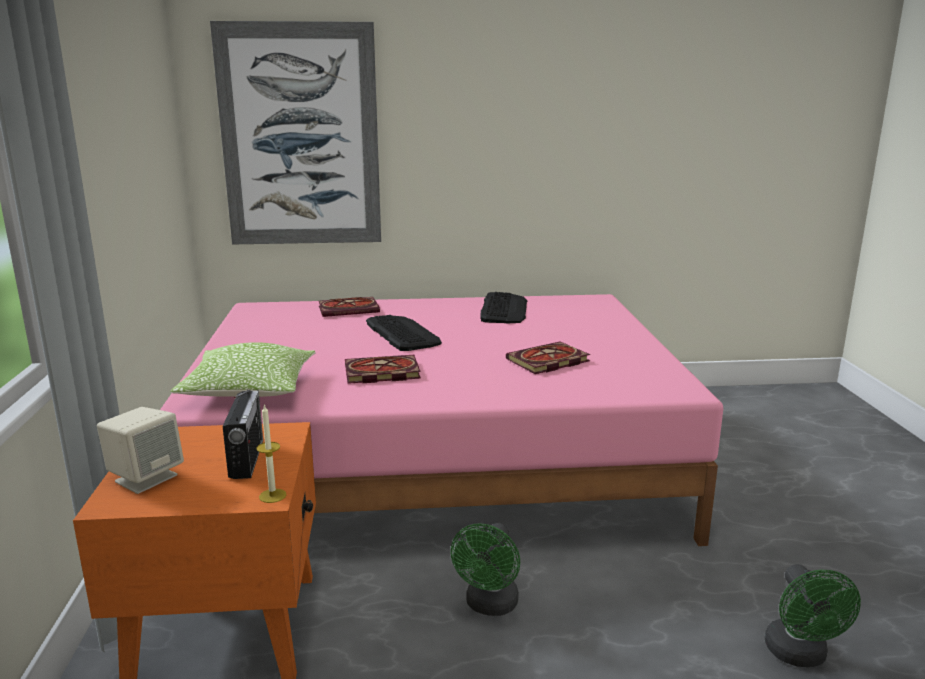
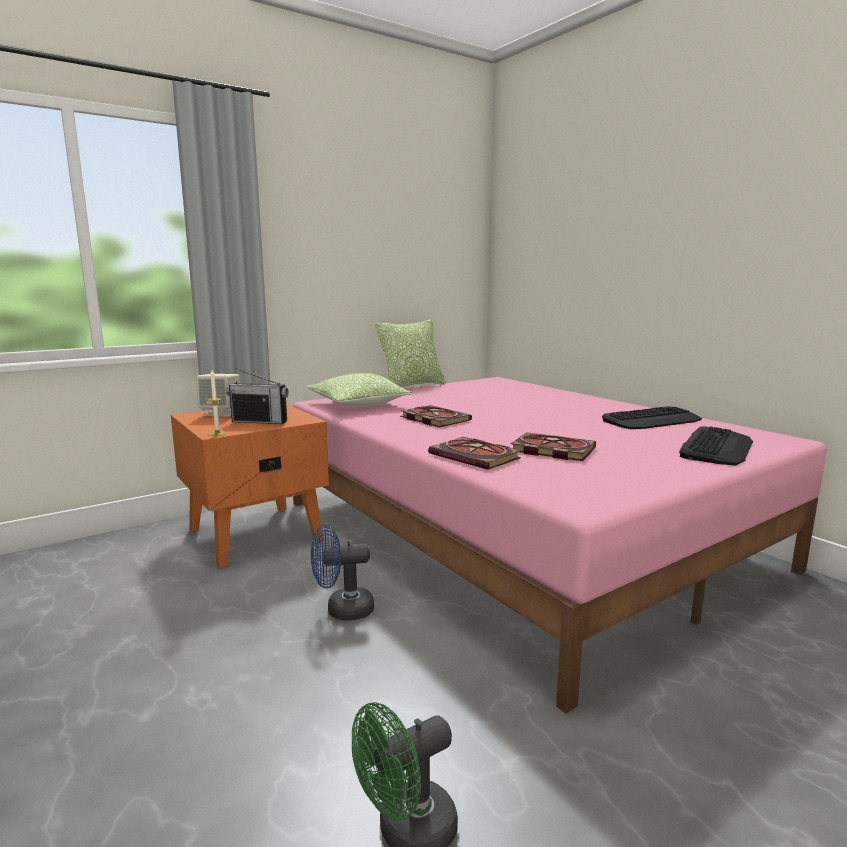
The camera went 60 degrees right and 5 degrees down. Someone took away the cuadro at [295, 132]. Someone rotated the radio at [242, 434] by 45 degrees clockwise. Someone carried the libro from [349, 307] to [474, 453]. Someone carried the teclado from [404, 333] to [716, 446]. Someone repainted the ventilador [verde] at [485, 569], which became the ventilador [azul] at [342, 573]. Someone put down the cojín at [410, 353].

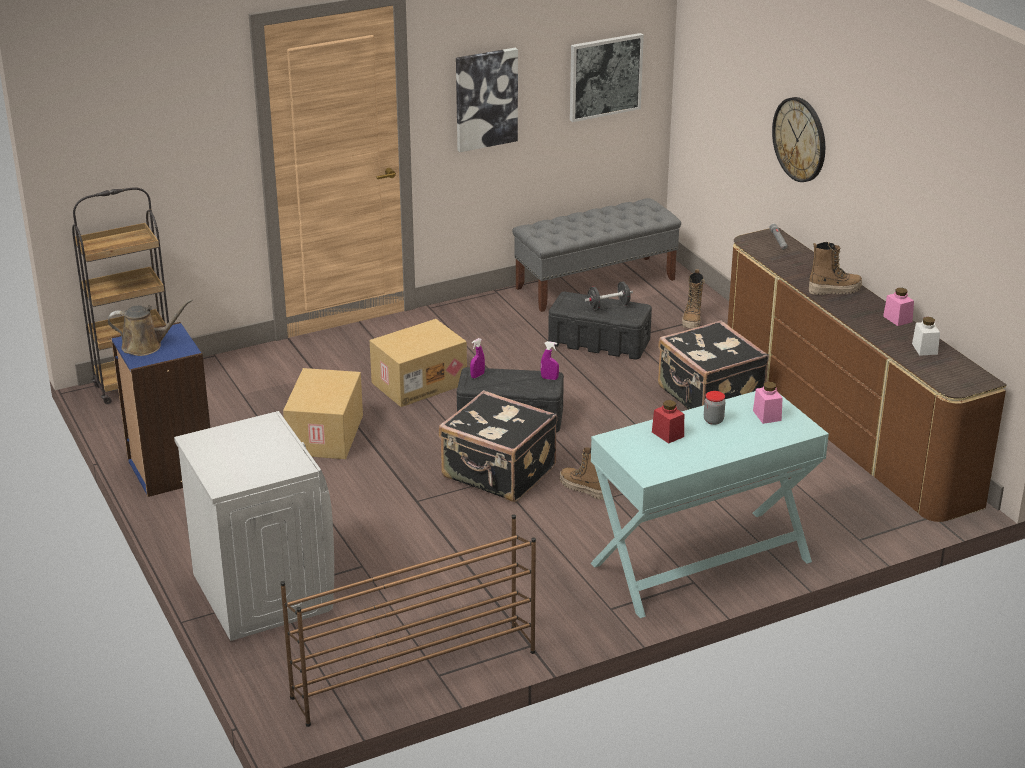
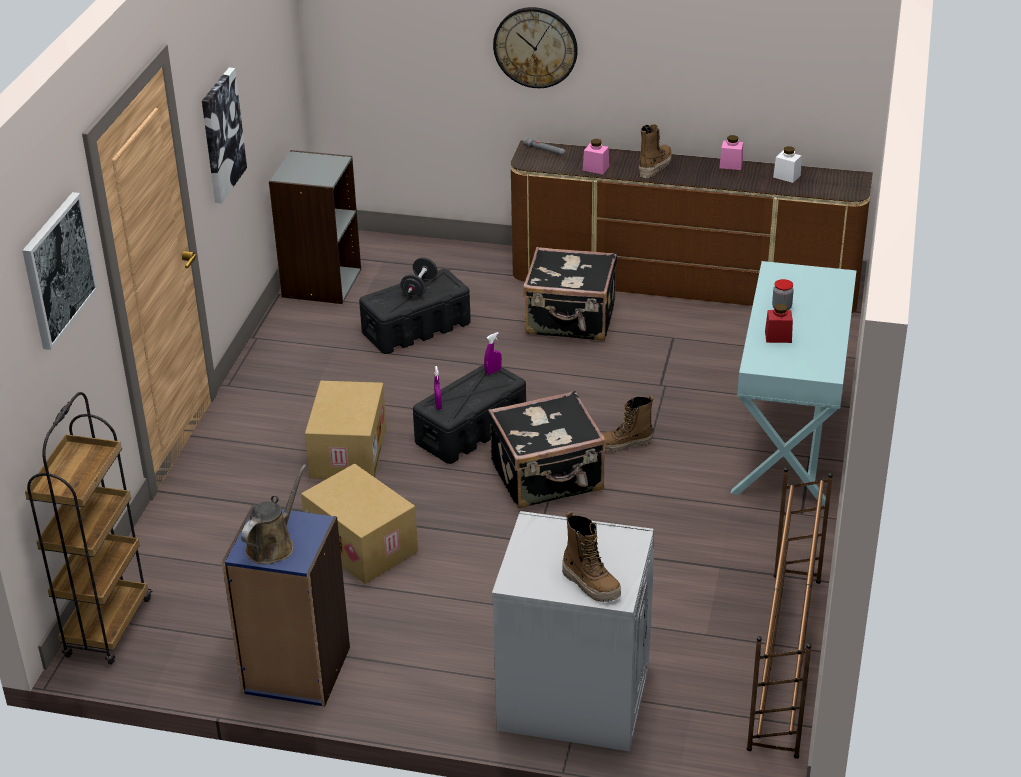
The camera went 50 degrees left and 5 degrees up. Someone swapped the banco [gris] at [596, 255] for the estantería [gris] at [315, 227]. Someone carried the cuadro from [607, 77] to [60, 271]. Someone carried the bota from [693, 299] to [591, 556]. Someone carried the tarro [rosa] from [768, 403] to [596, 156].

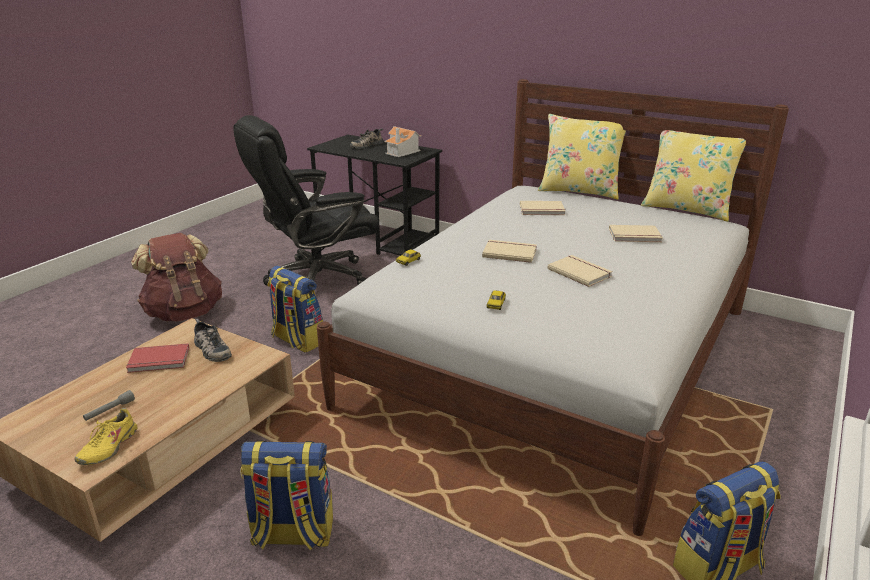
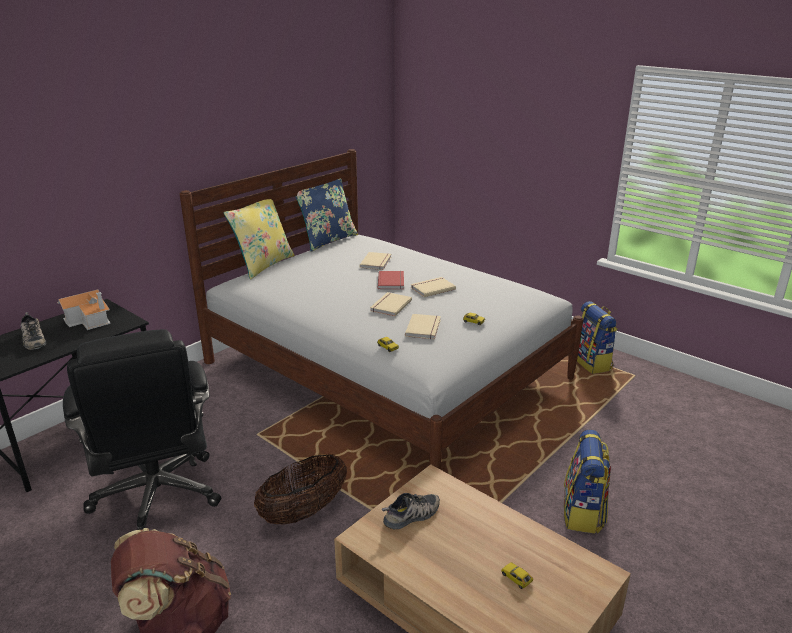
The camera went 80 degrees left and 0 degrees up. Someone took away the zapato [amarillo] at [106, 436]. Someone swapped the linterna [gris] at [109, 405] for the coche de juguete at [517, 575]. Someone carried the libro [rojo] from [157, 358] to [391, 280]. Someone swapped the mochila at [295, 309] for the cesta at [300, 489]. Someone carried the libro [beis] from [542, 208] to [423, 326]. Someone repainted the cojín [amarillo] at [693, 176], which became the cojín [azul] at [326, 215].

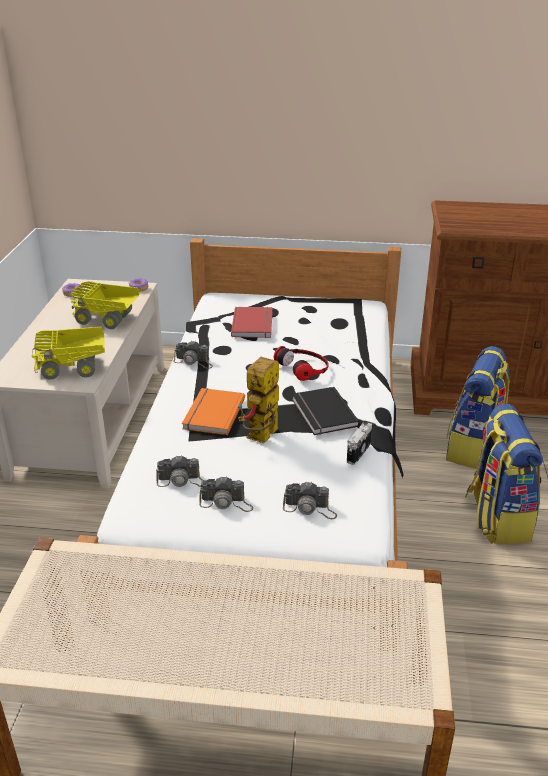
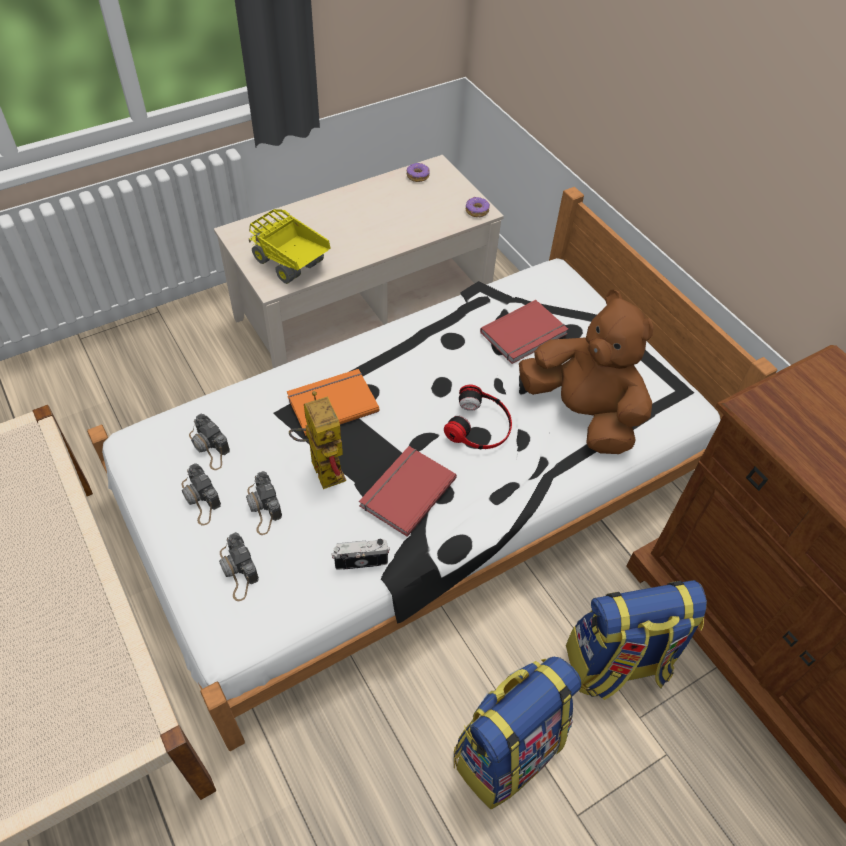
The camera went 50 degrees right and 20 degrees up. Someone took away the camión de juguete at [105, 305]. Someone carried the cámara from [193, 355] to [264, 503]. Someone rotated the robot de juguete at [258, 400] by 75 degrees clockwise. Someone repainted the libro [negro] at [325, 411], which became the libro [rojo] at [408, 491]. Someone put down the peluche [marrón] at [586, 372].

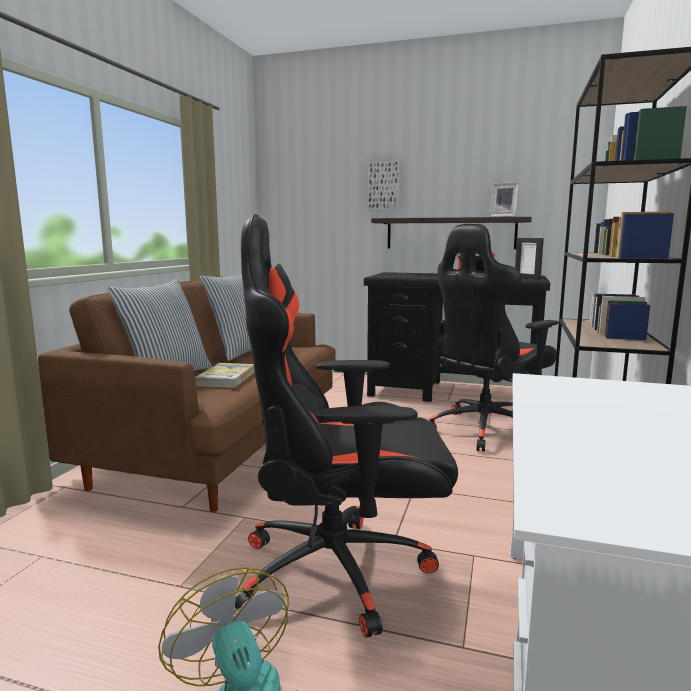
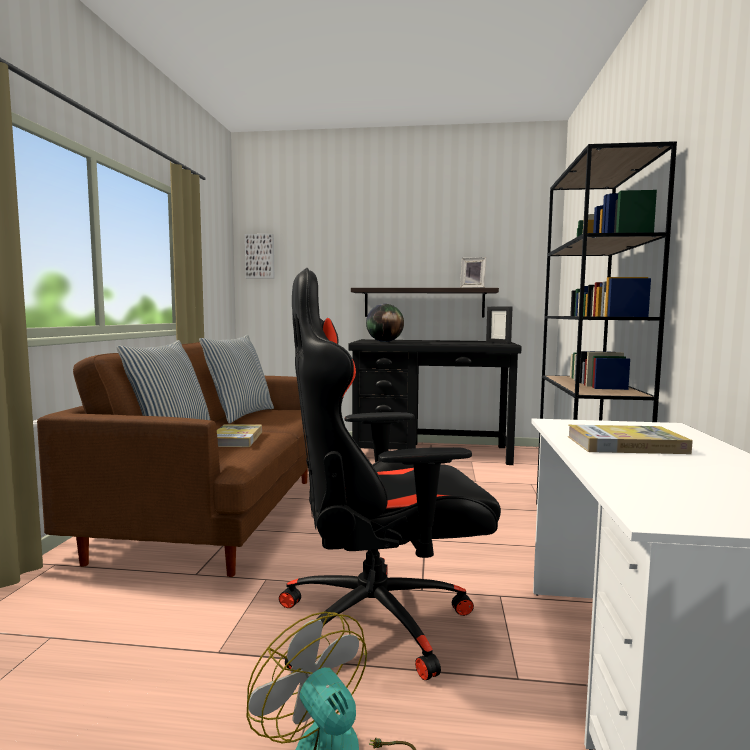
The camera went 10 degrees left and 5 degrees down. Someone carried the cuadro from [384, 185] to [259, 256]. Someone took away the silla de oficina [negro] at [494, 337]. Someone put down the globo terráqueo at [385, 323]. Someone put down the libro at [630, 439].

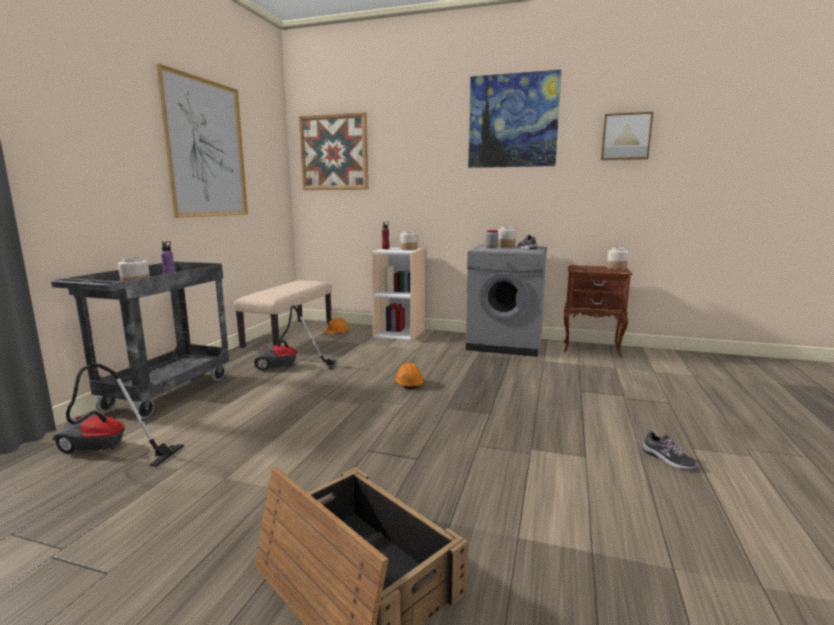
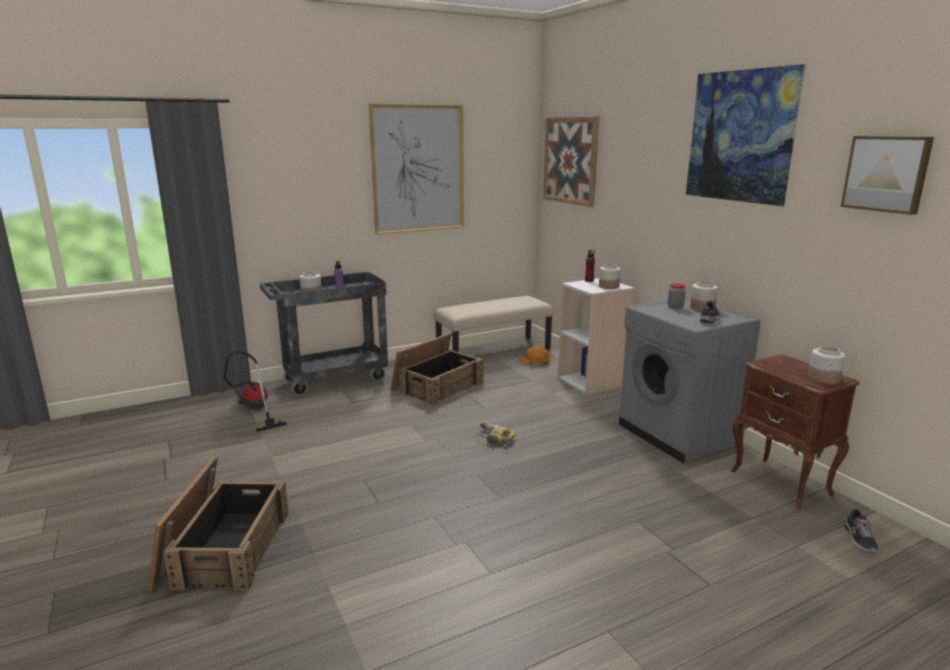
The camera went 45 degrees right and 5 degrees up. Someone swapped the aspiradora at [295, 338] for the caja de embalaje at [437, 369]. Someone swapped the casco [naranja] at [409, 376] for the taladro at [495, 434]. Someone carried the zapato from [670, 449] to [861, 529].

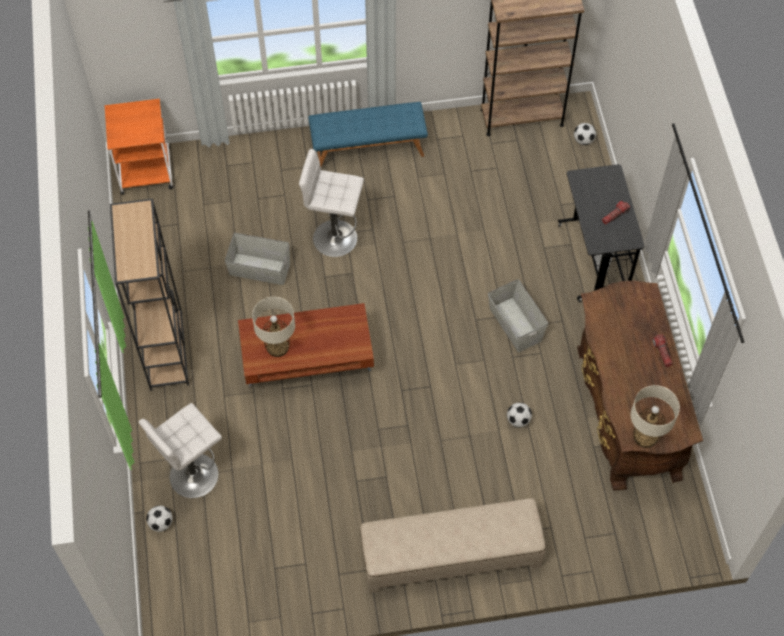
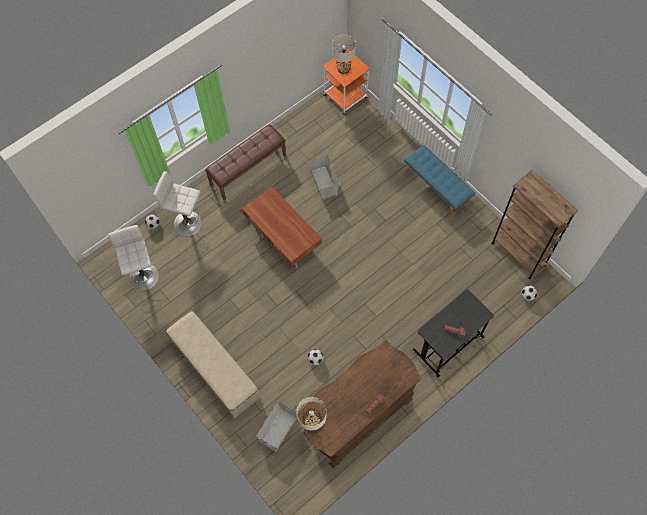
The camera went 60 degrees right and 5 degrees up. Someone swapped the estantería at [149, 294] for the banco [marrón] at [245, 162]. Someone carried the lámpara de mesa from [273, 327] to [344, 54]. Someone carried the taburete [blanco] from [331, 203] to [133, 257]. Someone carried the caja de almacenaje [gris] from [518, 315] to [276, 427].

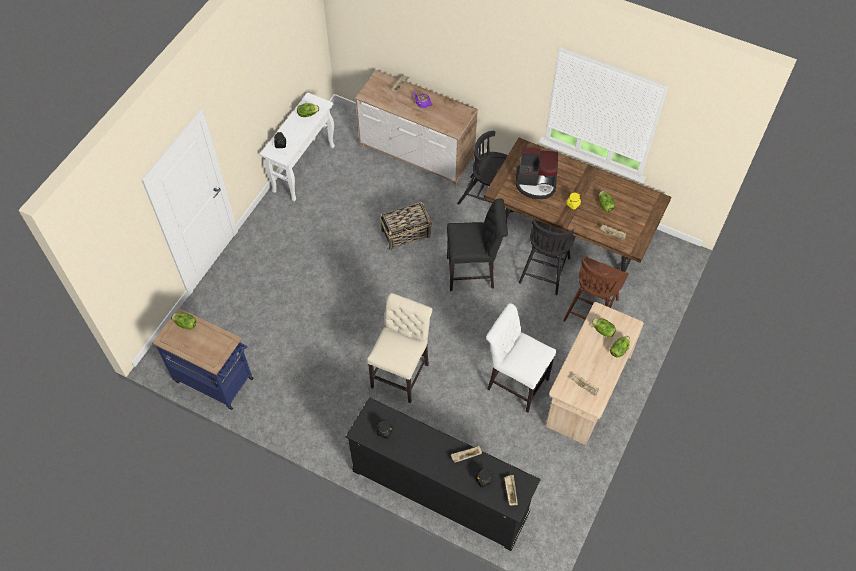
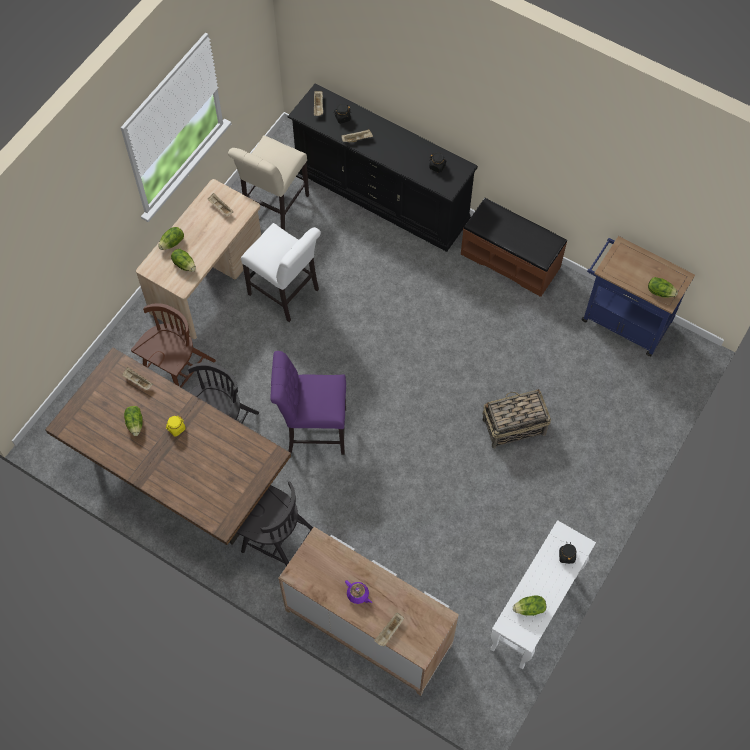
The camera went 175 degrees left and 5 degrees up. Someone carried the taburete [beis] from [400, 348] to [268, 182]. Someone carried the cesta from [406, 226] to [516, 418]. Someone repainted the taburete [negro] at [477, 244], which became the taburete [morado] at [308, 403]. Someone took away the cafetera at [537, 173]. Someone put down the banco [marrón] at [514, 247].

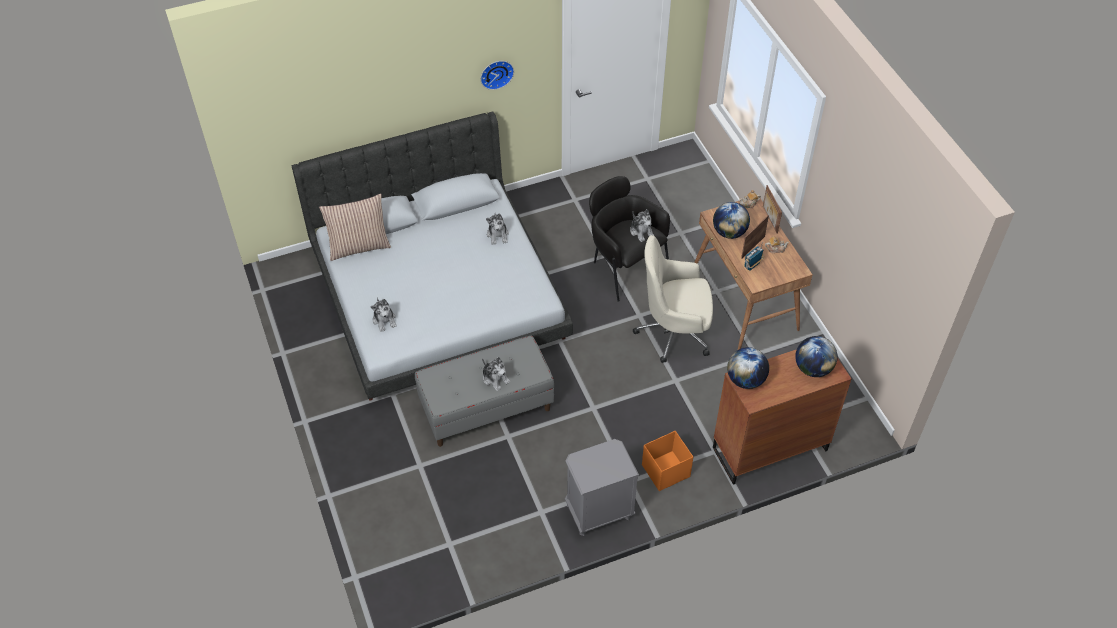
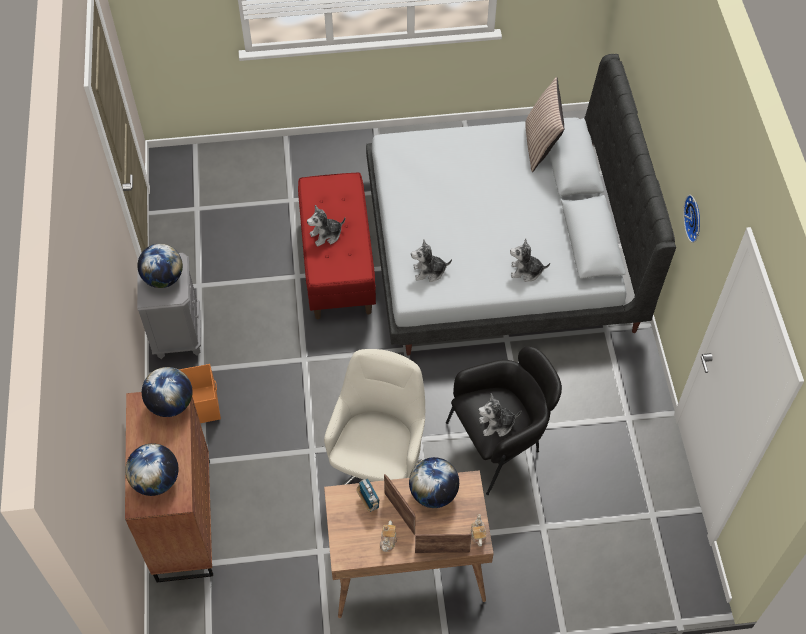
The camera went 105 degrees right and 5 degrees up. Someone carried the peluche from [383, 314] to [431, 261]. Someone repainted the banco [gris] at [484, 391], which became the banco [rojo] at [337, 246]. Someone put down the globo terráqueo at [160, 266].

